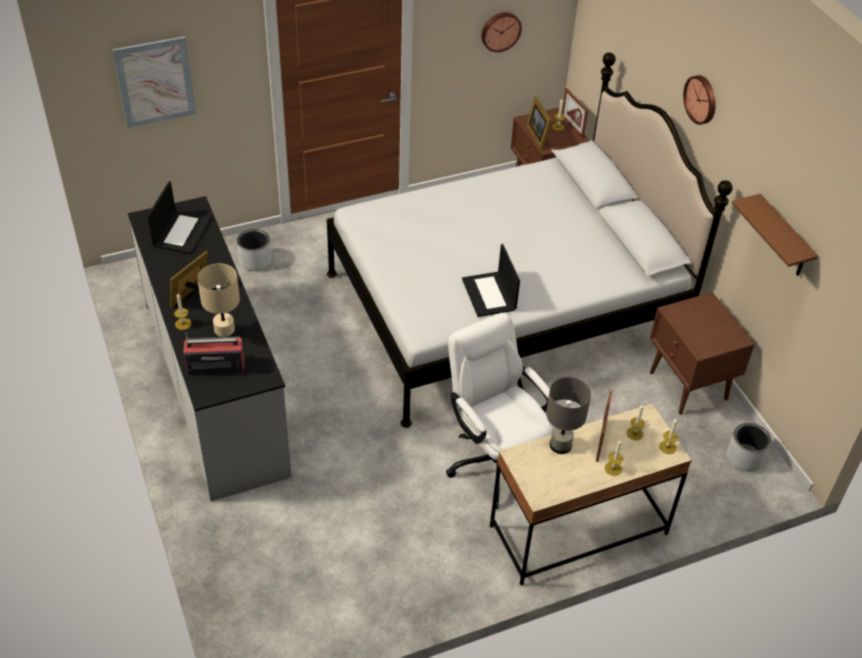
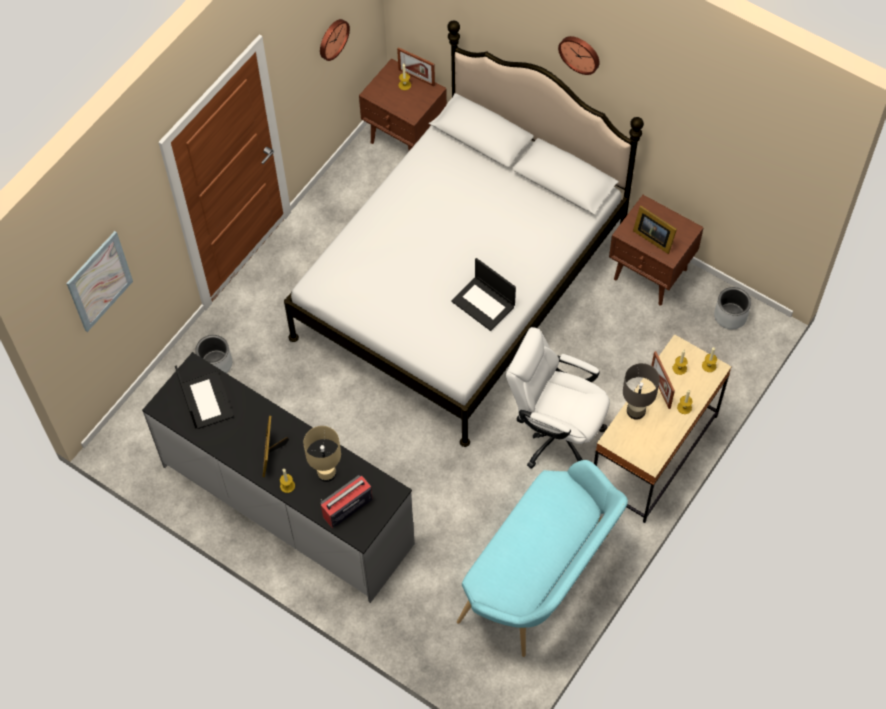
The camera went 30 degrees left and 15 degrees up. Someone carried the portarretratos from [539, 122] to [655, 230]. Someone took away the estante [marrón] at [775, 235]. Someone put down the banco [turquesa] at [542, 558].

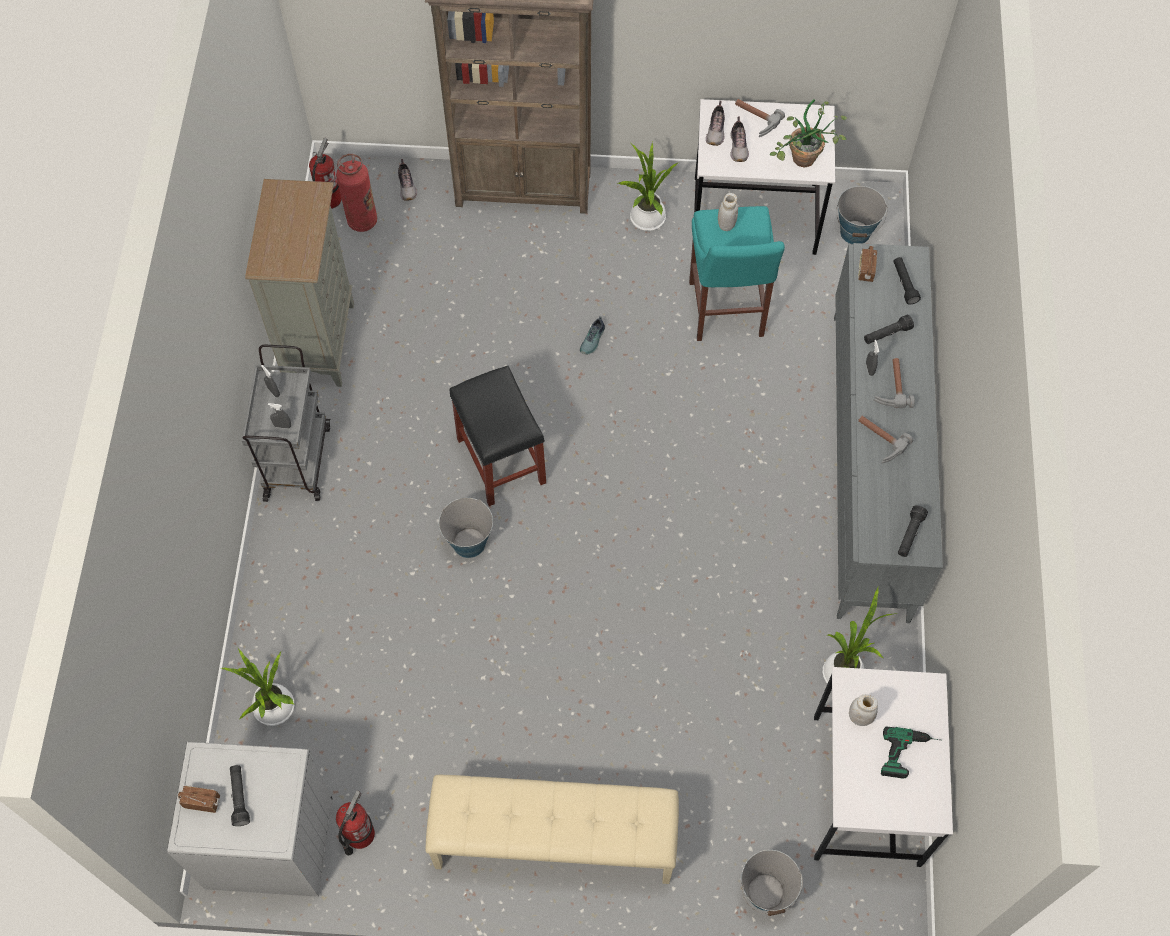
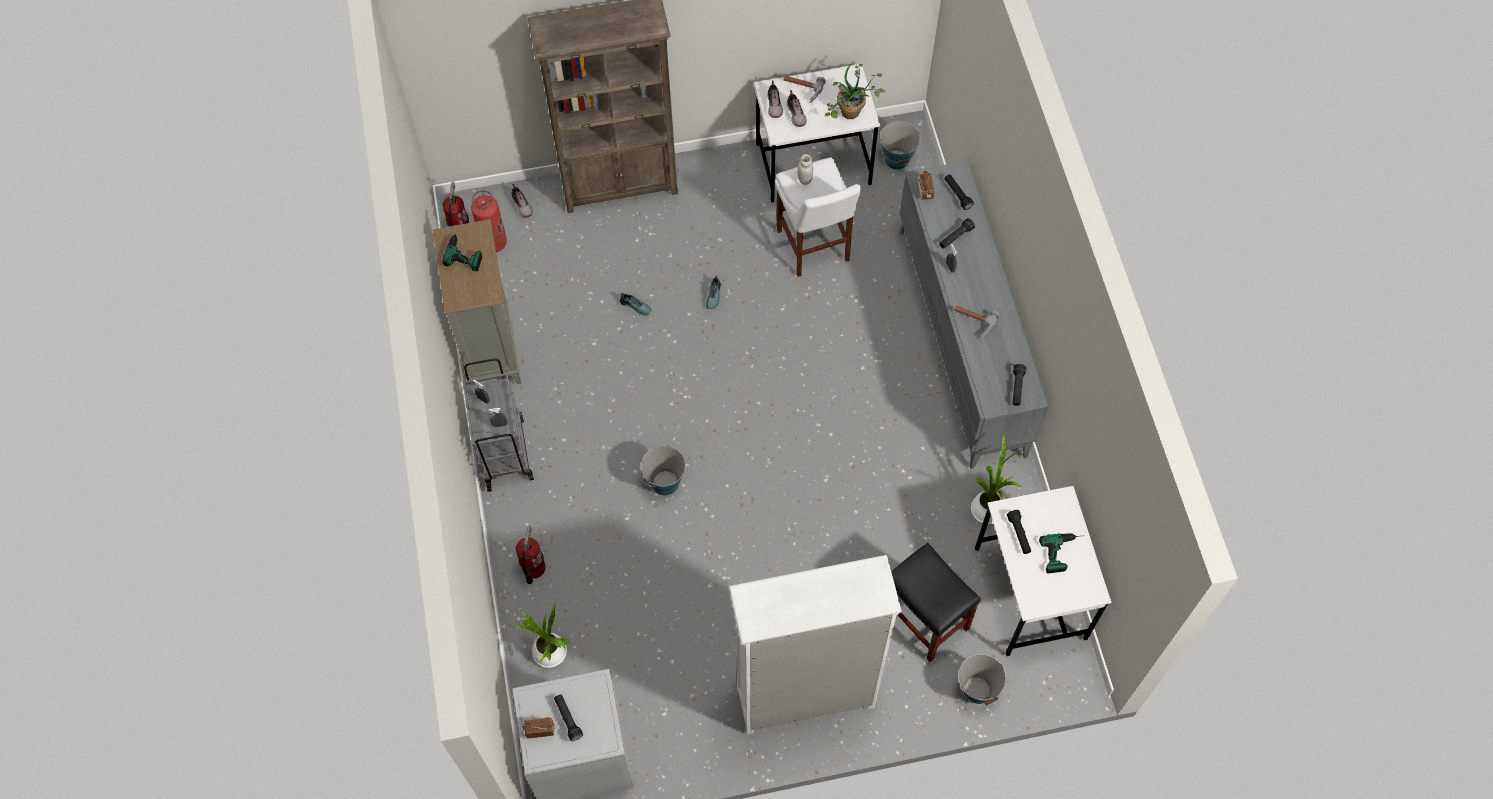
The camera went 15 degrees left and 0 degrees up. Someone carried the extintor from [355, 823] to [530, 555]. Someone swapped the banco [beis] at [552, 829] for the estantería [blanco] at [815, 644]. Someone carried the taburete [negro] from [497, 436] to [936, 602]. Someone took away the planta en maceta at [648, 186]. Someone repainted the taburete [turquesa] at [737, 273], which became the taburete [blanco] at [818, 217]. Someone swapped the tarro [blanco] at [863, 710] for the linterna [negro] at [1019, 532]. Someone took away the martillo at [894, 383]. Someone put down the taladro at [462, 249]. Someone put down the zapato at [635, 304].

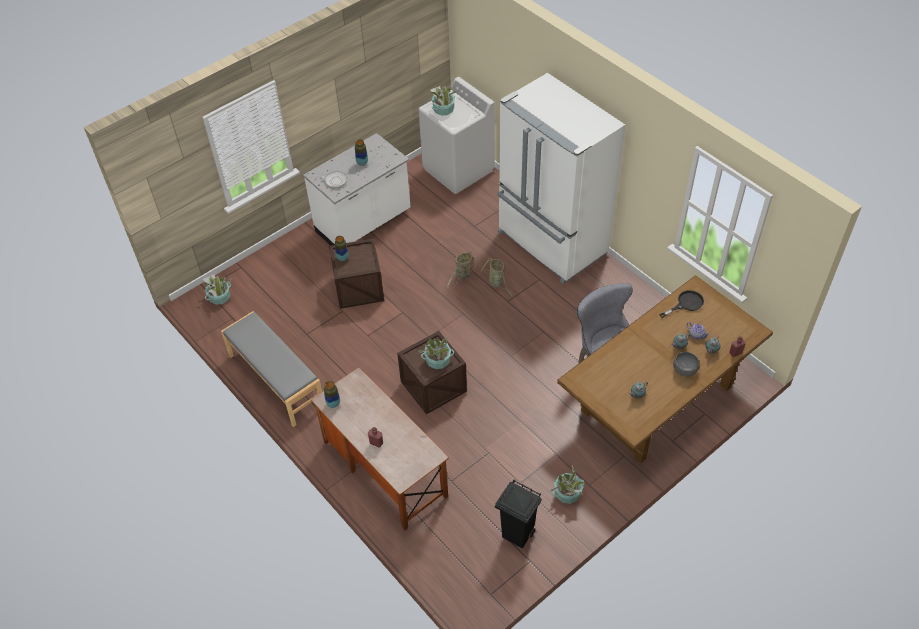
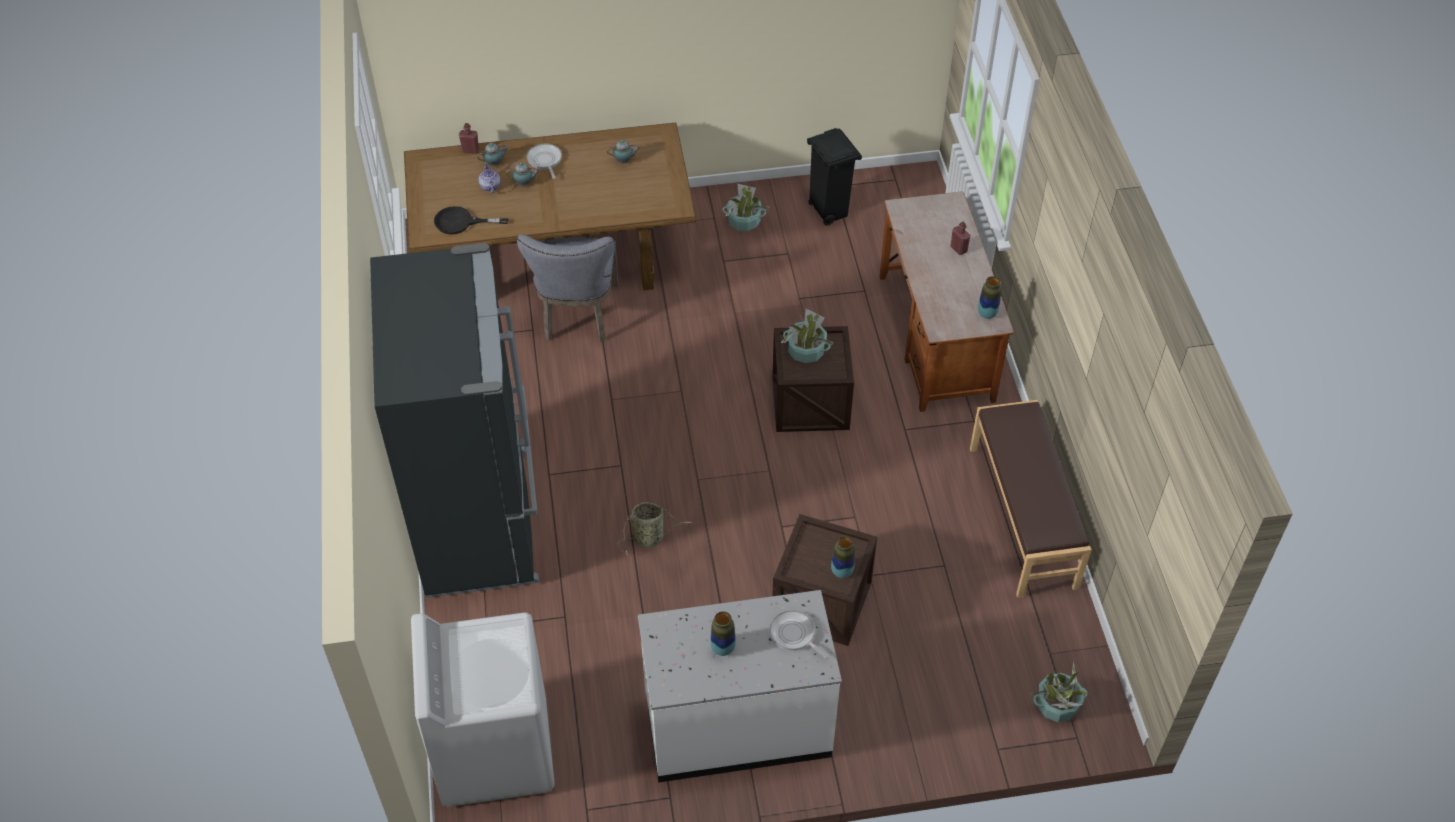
The camera went 150 degrees left and 0 degrees up. Someone repainted the banco [gris] at [271, 369], which became the banco [marrón] at [1031, 499]. Someone took away the planta en maceta at [443, 101]. Someone took away the cesta at [496, 277]. Someone repainted the nevera [blanco] at [561, 178], which became the nevera [negro] at [454, 420]. Someone swapped the cuenco [gris] at [686, 364] for the sartén at [544, 161].

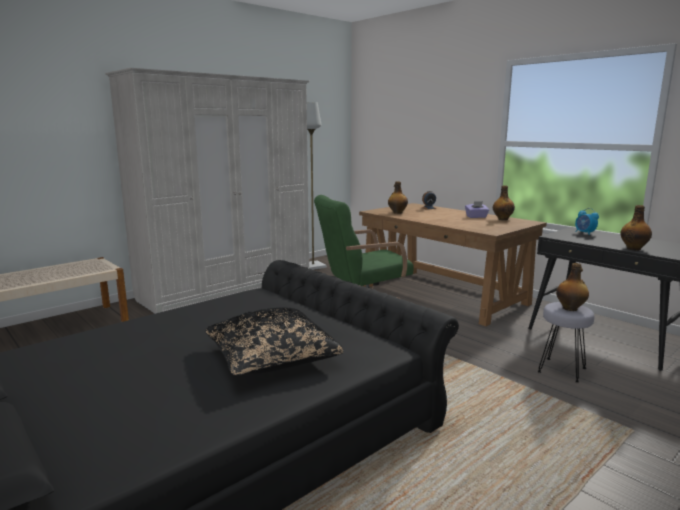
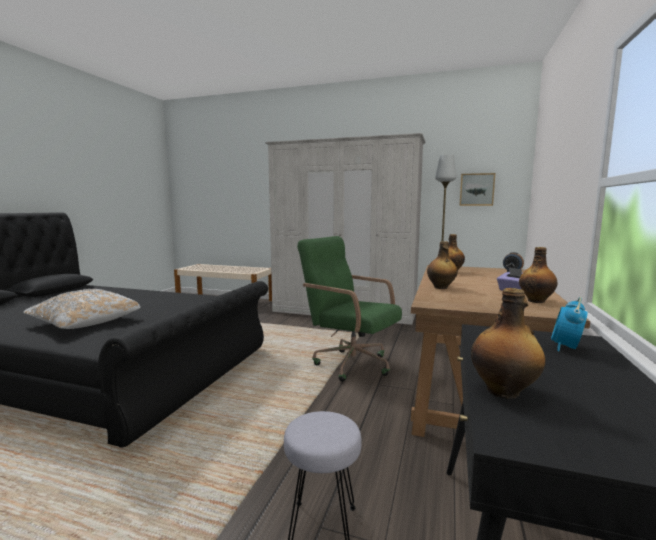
The camera went 60 degrees right and 5 degrees down. Someone repainted the cojín [negro] at [274, 341], which became the cojín [blanco] at [82, 309]. Someone carried the botella from [572, 287] to [442, 265]. Someone put up the cuadro at [477, 189].

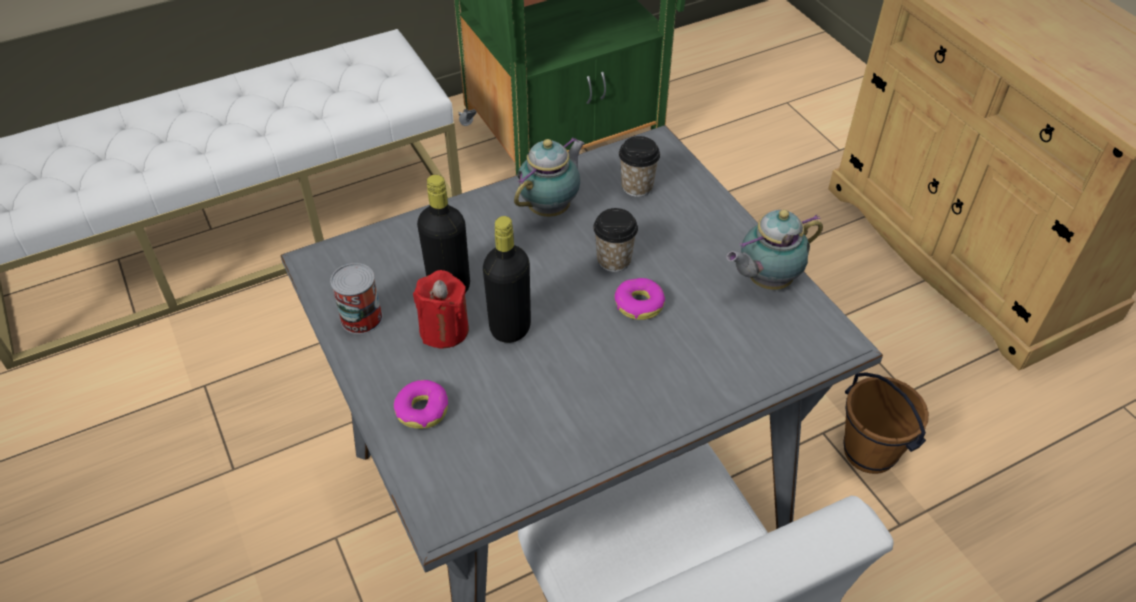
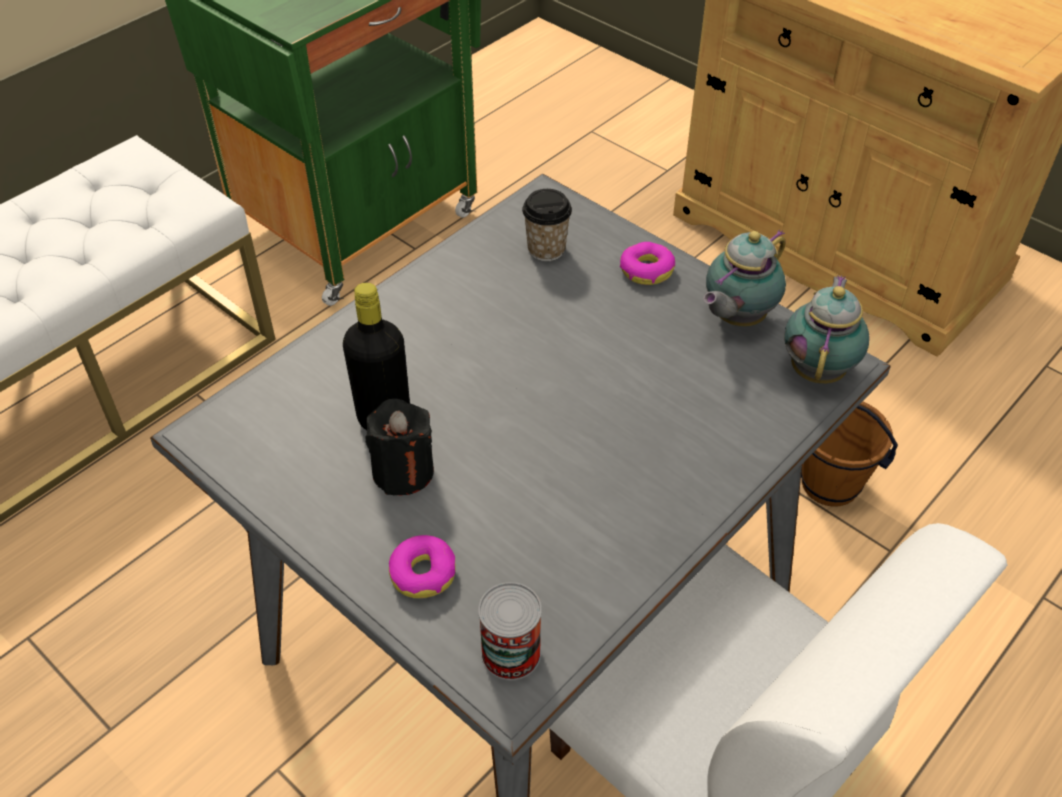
The camera went 20 degrees left and 0 degrees up. Someone carried the lata from [356, 298] to [510, 631]. Someone repainted the vela [rojo] at [441, 309], which became the vela [negro] at [399, 447]. Someone took away the botella [negro] at [507, 279]. Someone carried the tetera from [549, 177] to [827, 329]. Someone took away the taza at [615, 240]. Someone carried the rosquilla from [639, 299] to [647, 263].

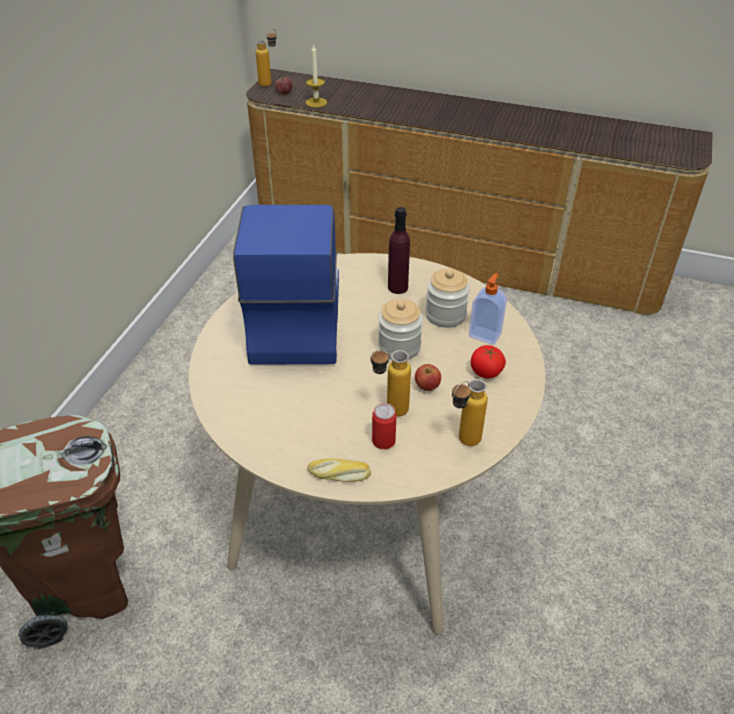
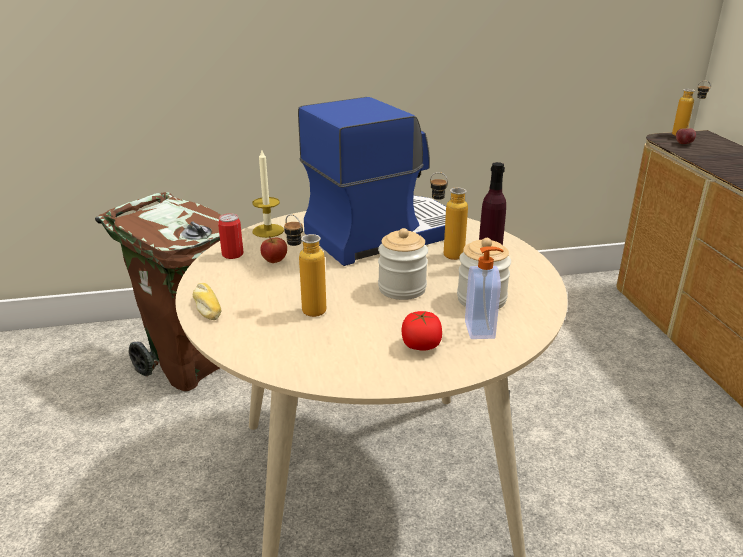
The camera went 60 degrees right and 15 degrees down. Someone carried the vela from [316, 76] to [268, 193]. Someone carried the lata from [384, 426] to [231, 236]. Someone carried the manzana from [428, 377] to [273, 249]. Someone carried the botella from [470, 412] to [449, 216].

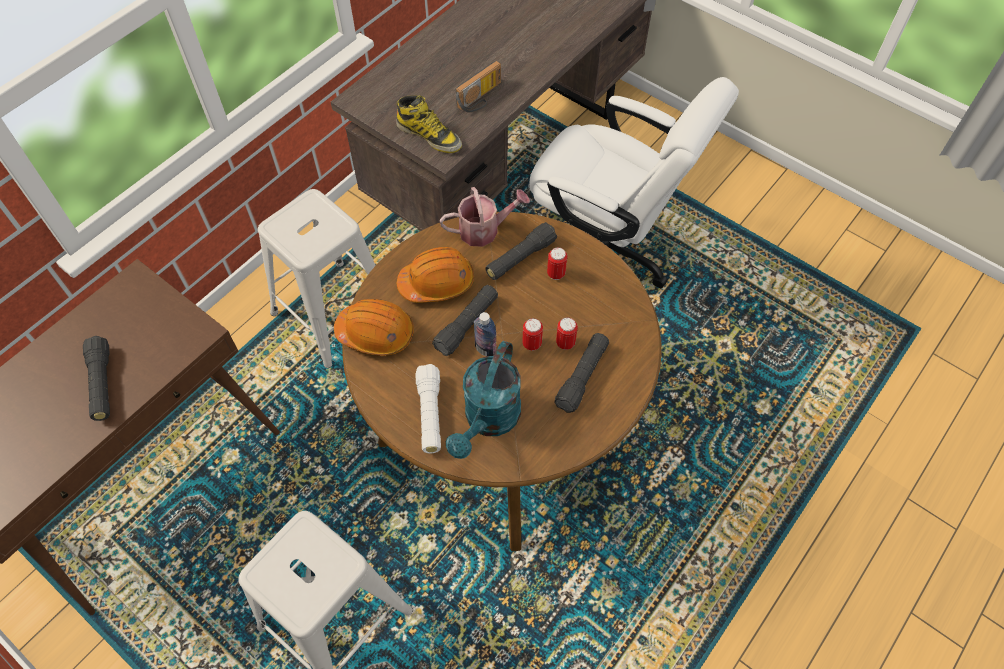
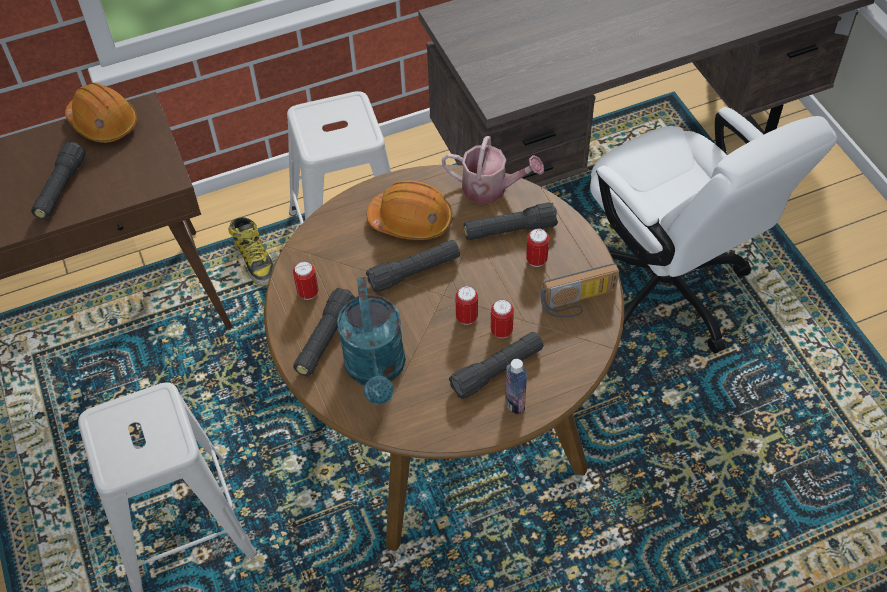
The camera went 30 degrees right and 5 degrees down. Someone carried the casco [naranja] from [374, 327] to [101, 113]. Someone carried the bota from [429, 124] to [251, 251]. Someone repainted the linterna [blanco] at [428, 408], which became the linterna [negro] at [324, 332]. Someone rotated the regadera [turquesa] at [483, 400] by 60 degrees counterclockwise. Someone carried the radio from [478, 86] to [579, 291]. Someone carried the botella from [485, 334] to [516, 387]. Someone put down the lata at [306, 280].

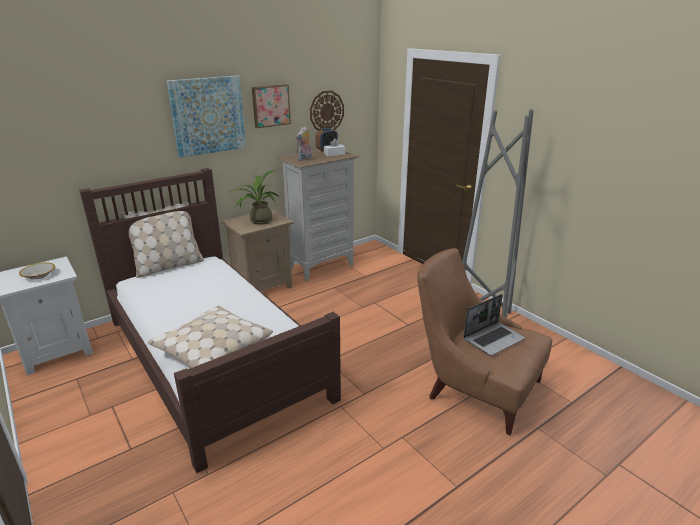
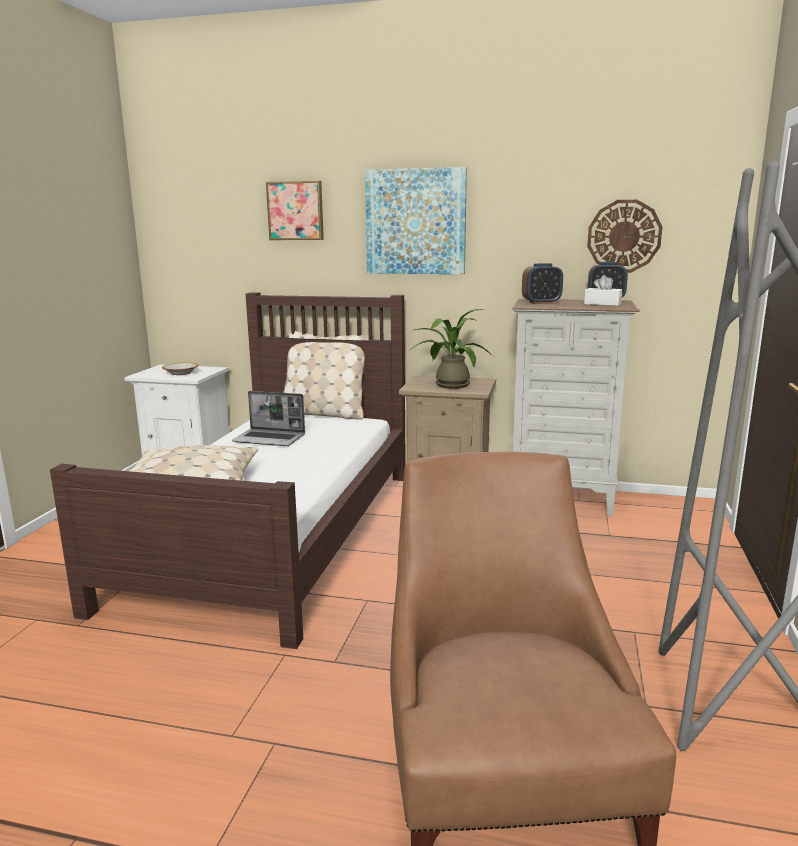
The camera went 50 degrees right and 10 degrees down. Someone carried the cuadro from [271, 106] to [295, 210]. Someone swapped the peluche at [304, 143] for the despertador at [542, 283]. Someone carried the portátil from [494, 325] to [268, 418].

